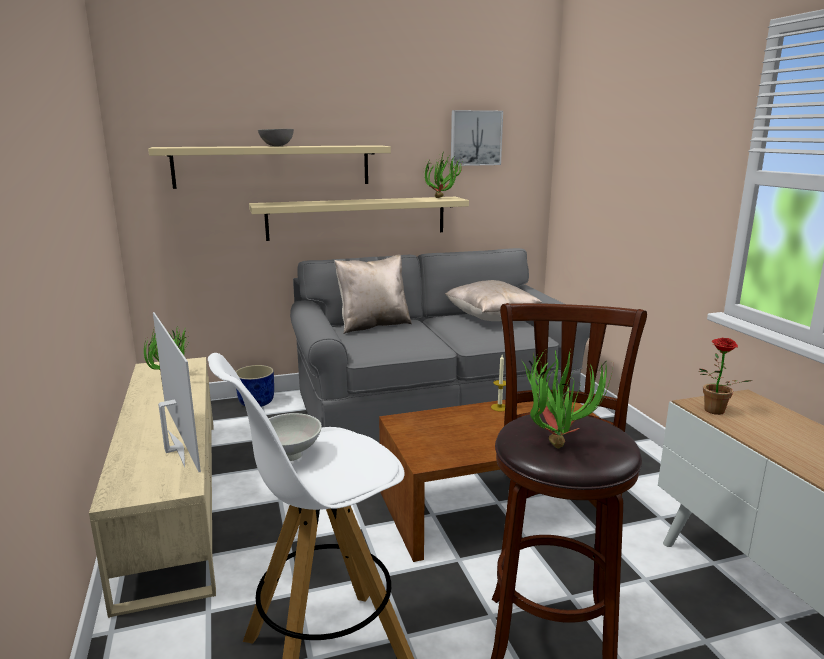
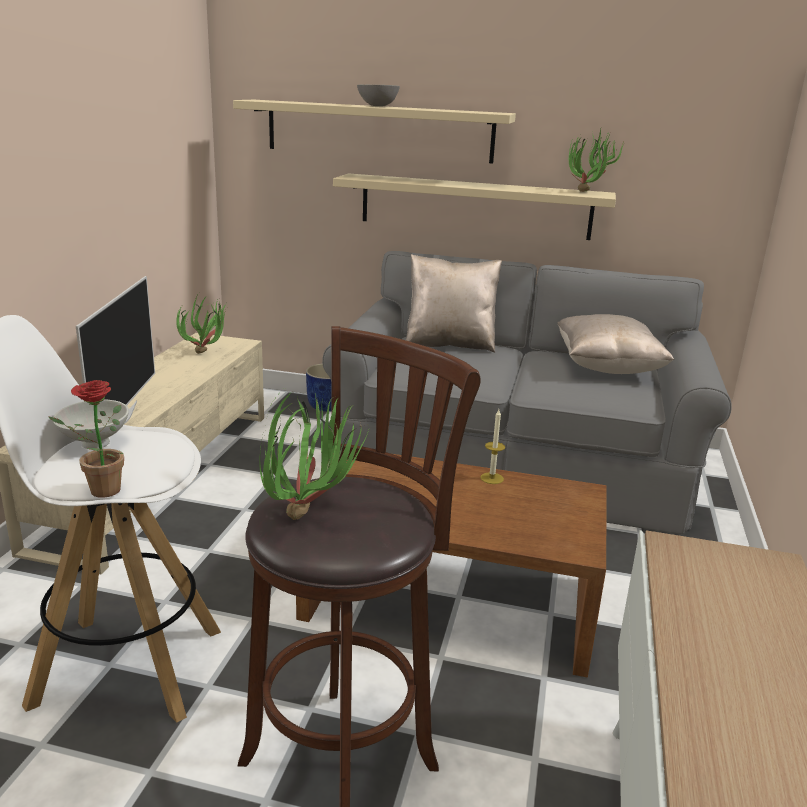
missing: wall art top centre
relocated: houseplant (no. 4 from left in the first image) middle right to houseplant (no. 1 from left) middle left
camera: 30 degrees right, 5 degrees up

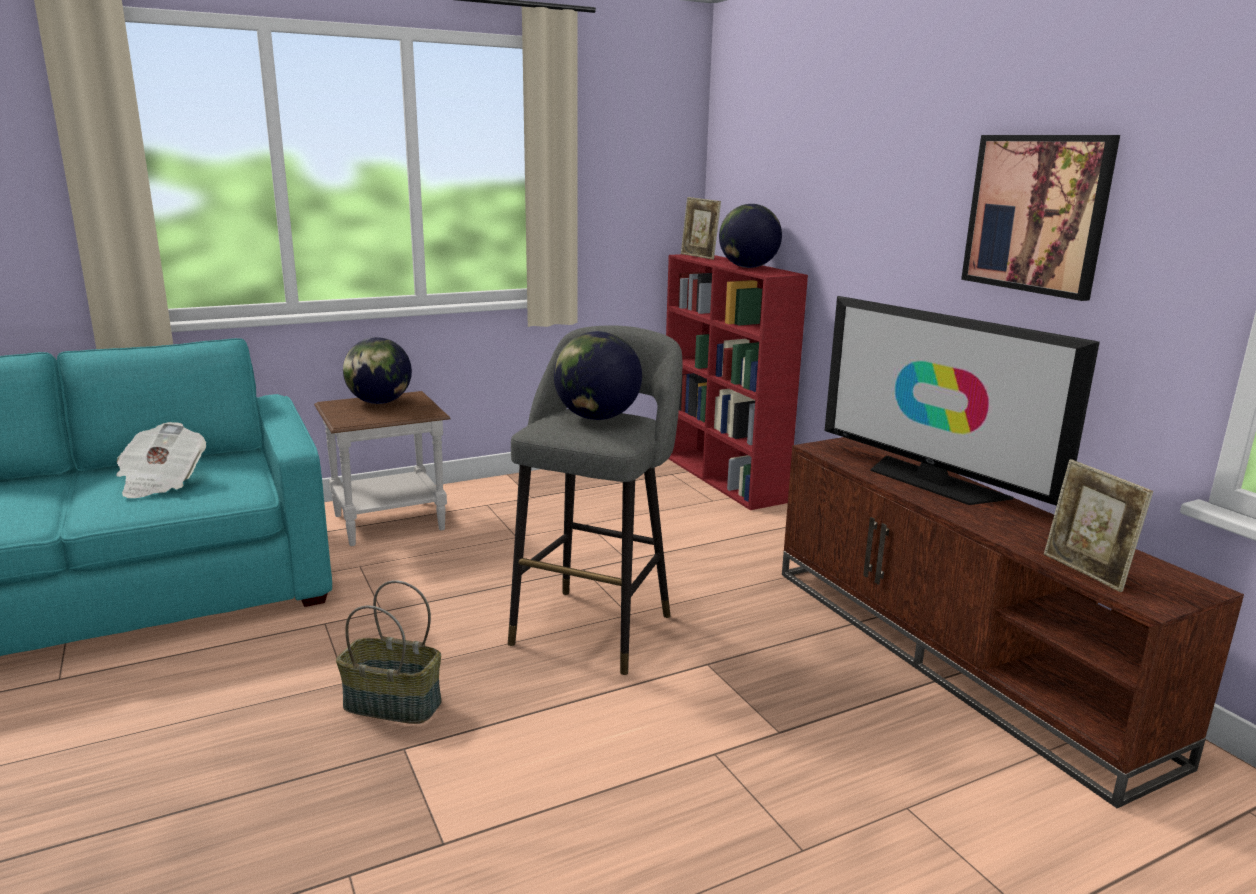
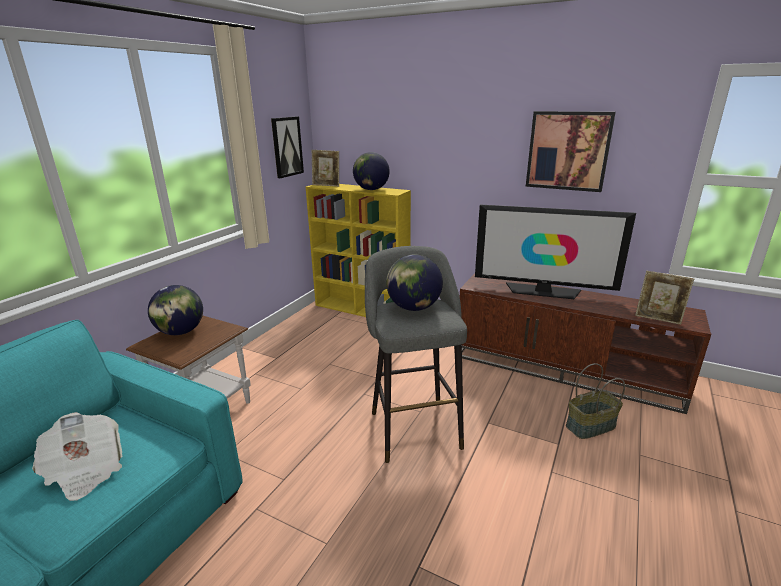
appeared: wall art (no. 1 from left) top centre
relocated: basket bottom left to bottom right
colour: shelving unit in red centre to shelving unit in yellowish centre
camera: 35 degrees left, 5 degrees up

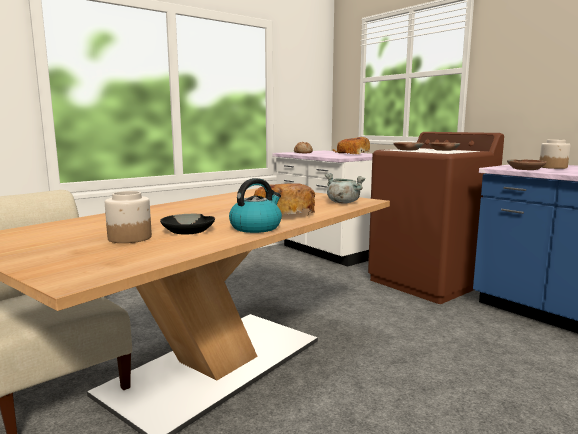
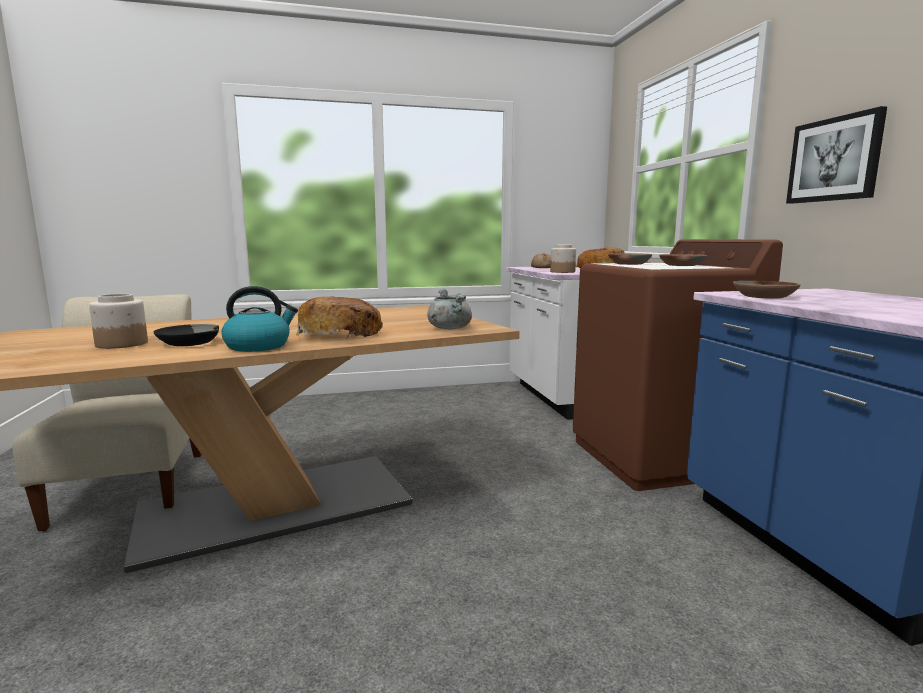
appeared: wall art top right
relocated: preserve jar (no. 2 from left) middle right to centre
camera: 25 degrees right, 0 degrees up

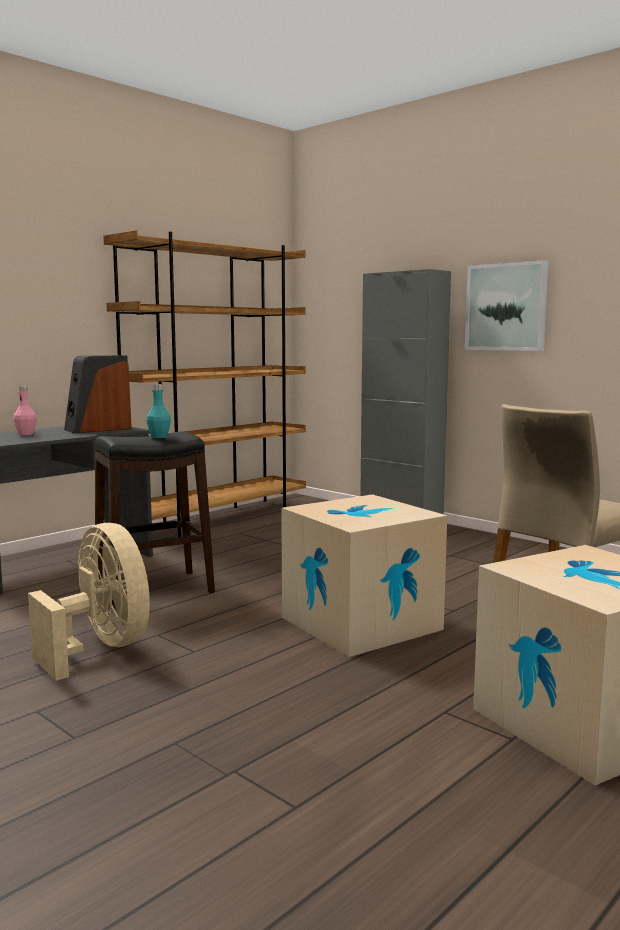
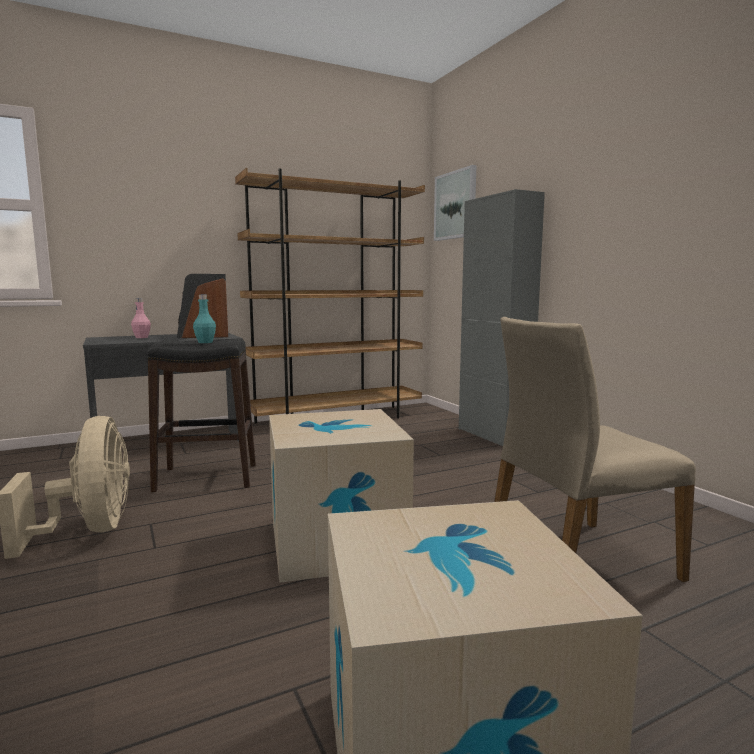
relocated: wall art top right to top centre
camera: 20 degrees right, 0 degrees up

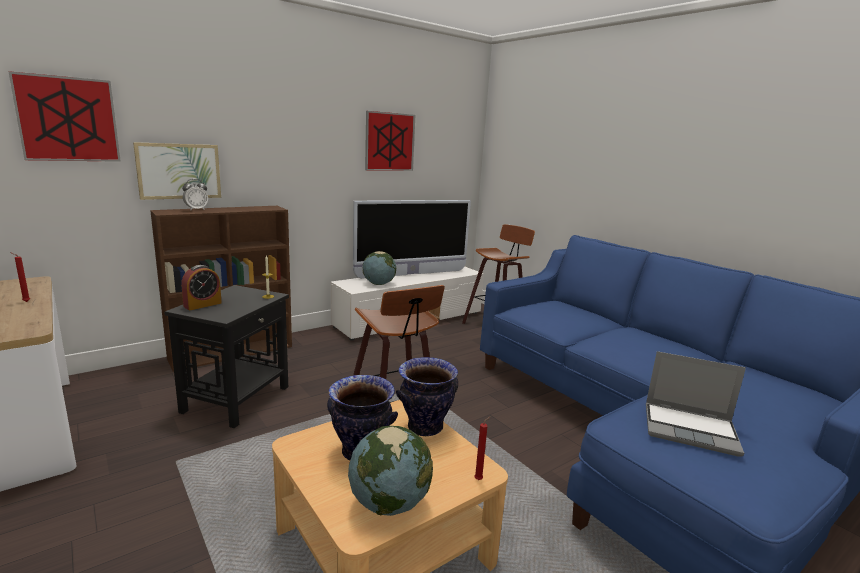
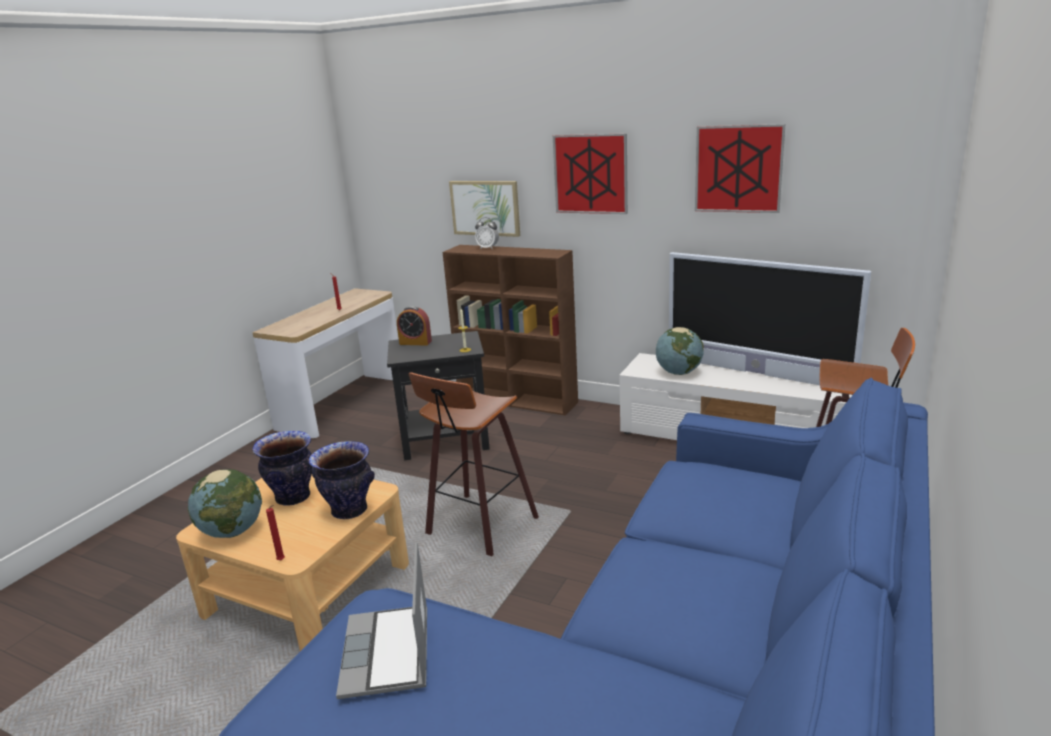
relocated: wall art (no. 1 from left in the first image) top left to wall art (no. 2 from left) top centre
camera: 65 degrees right, 5 degrees up

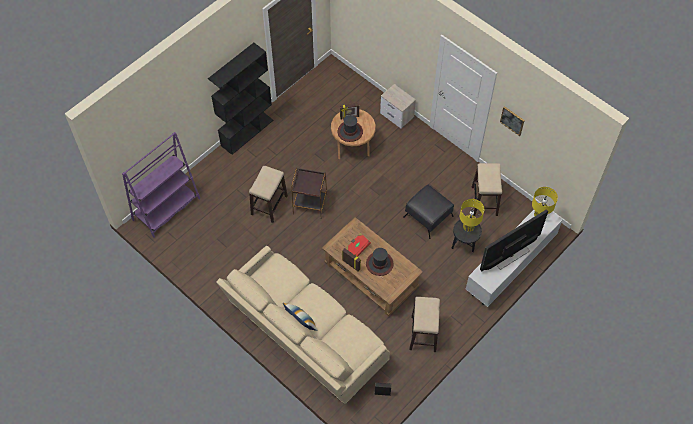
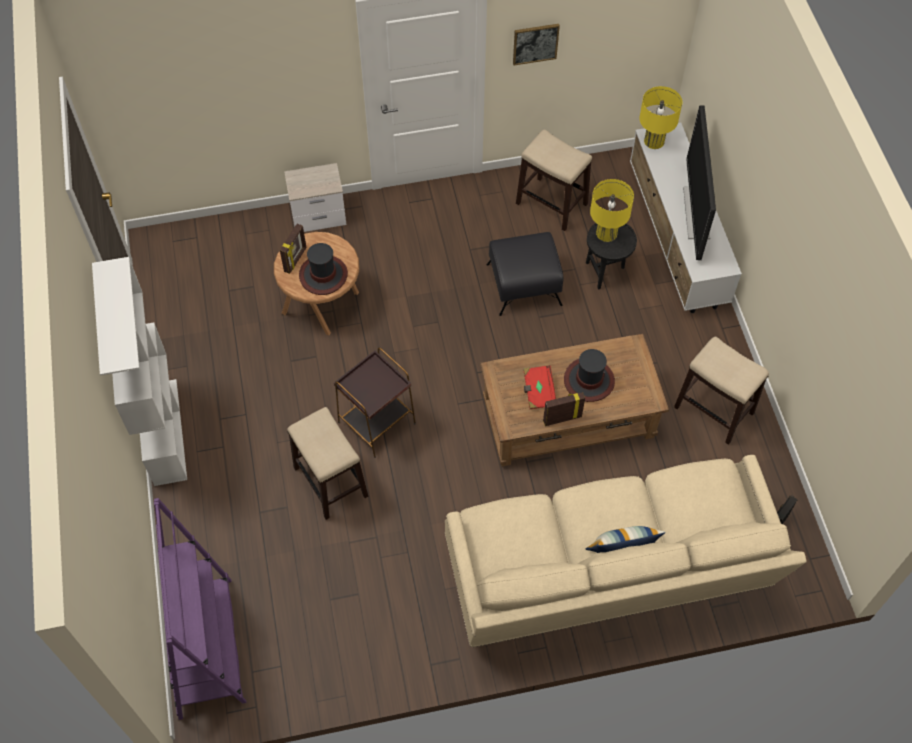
colour: shelving unit in black-coloured top centre to shelving unit in white-coloured middle left
camera: 55 degrees left, 0 degrees up

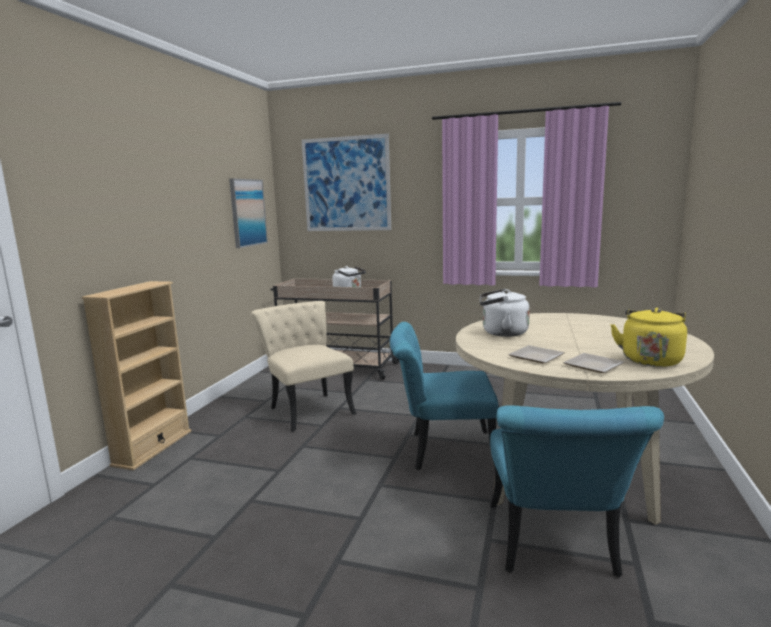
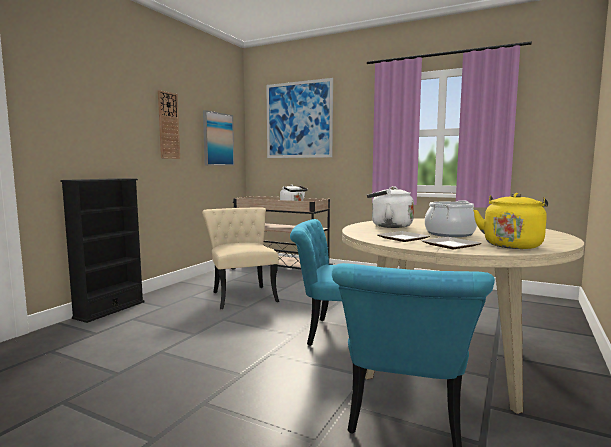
appeared: clock on the wall top left; stockpot middle right
colour: shelving unit in beige middle left to shelving unit in black-coloured middle left
camera: 10 degrees right, 5 degrees down

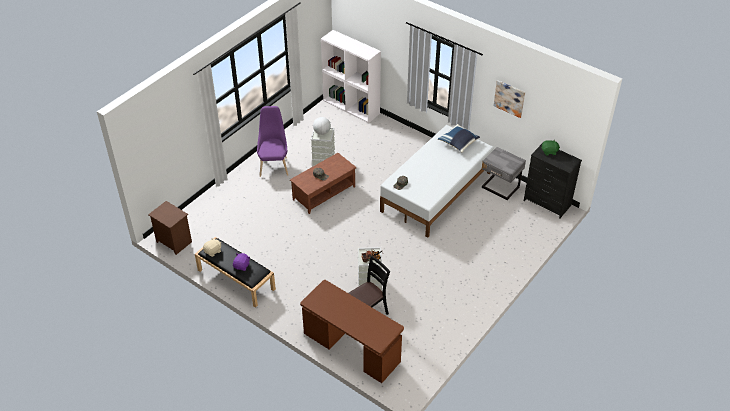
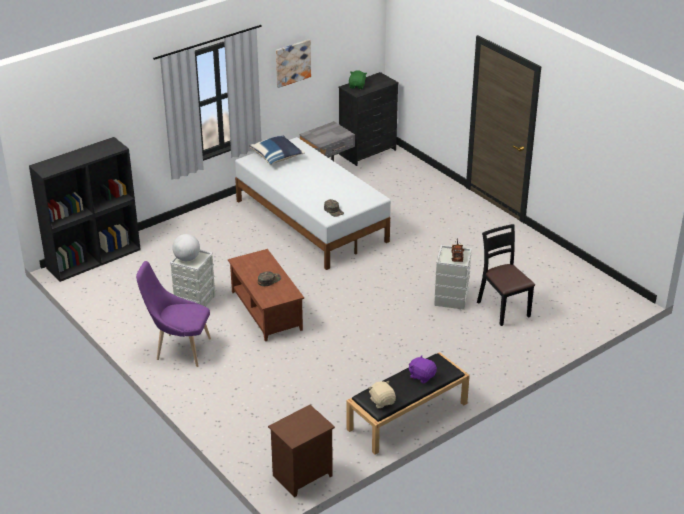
missing: desk in brownish bottom centre
colour: shelving unit in white-coloured top centre to shelving unit in black-coloured middle left
camera: 75 degrees left, 10 degrees down

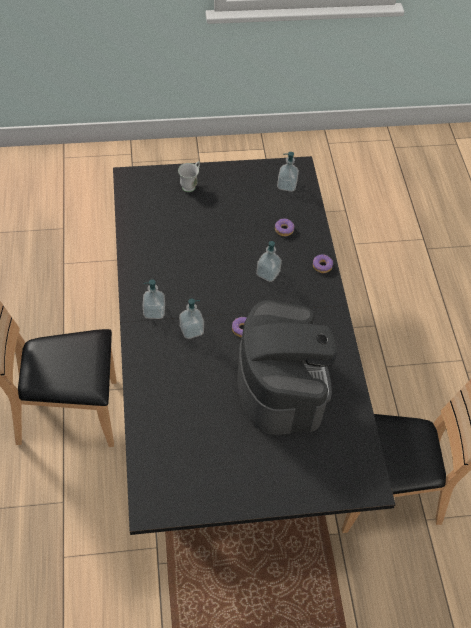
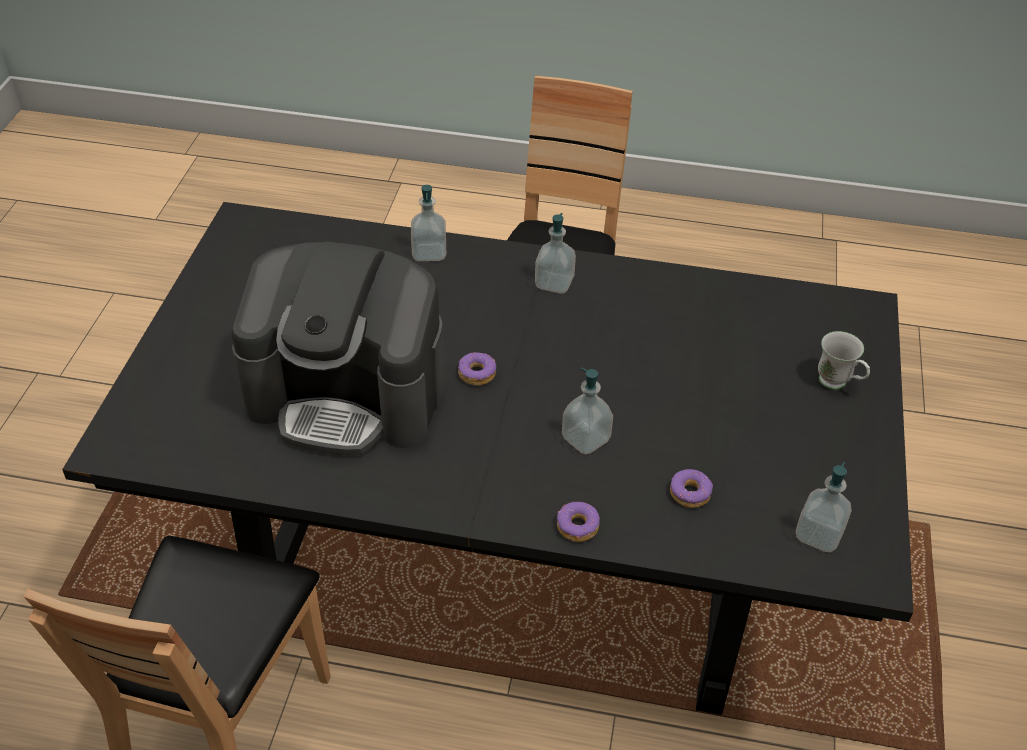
relocated: soap dispenser (no. 2 from left in the first image) centre to soap dispenser (no. 1 from left) top centre
camera: 110 degrees right, 10 degrees down

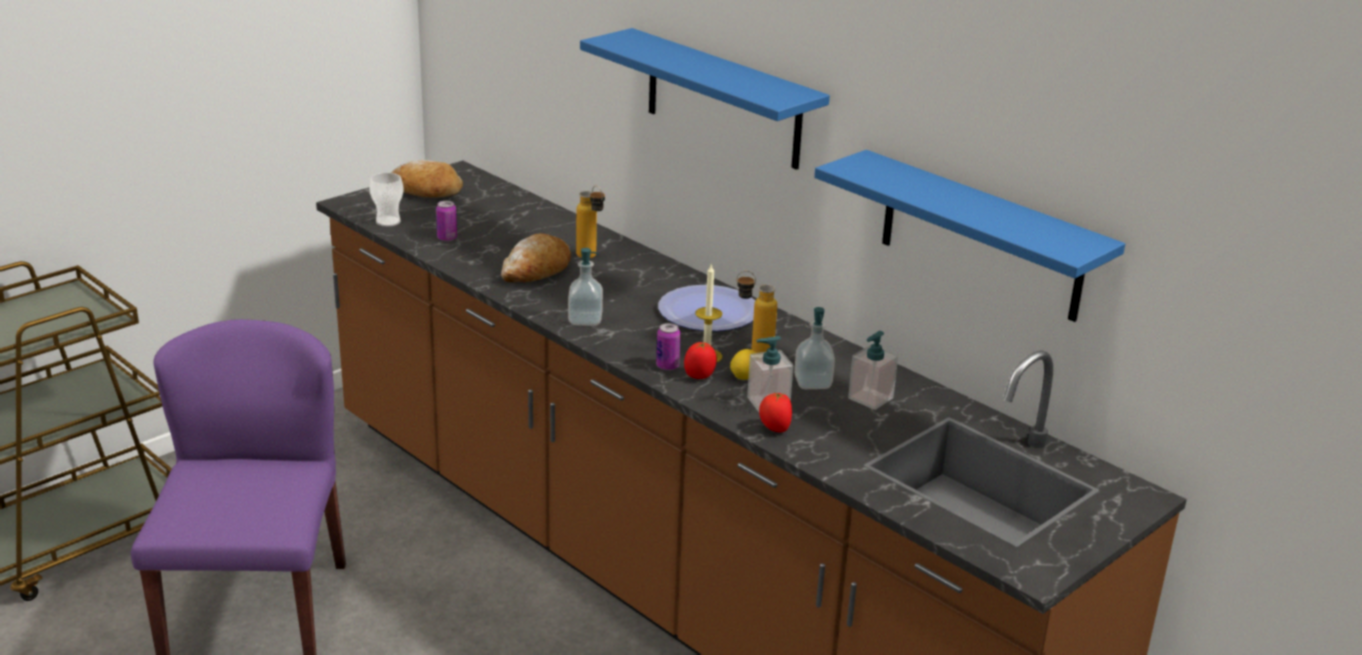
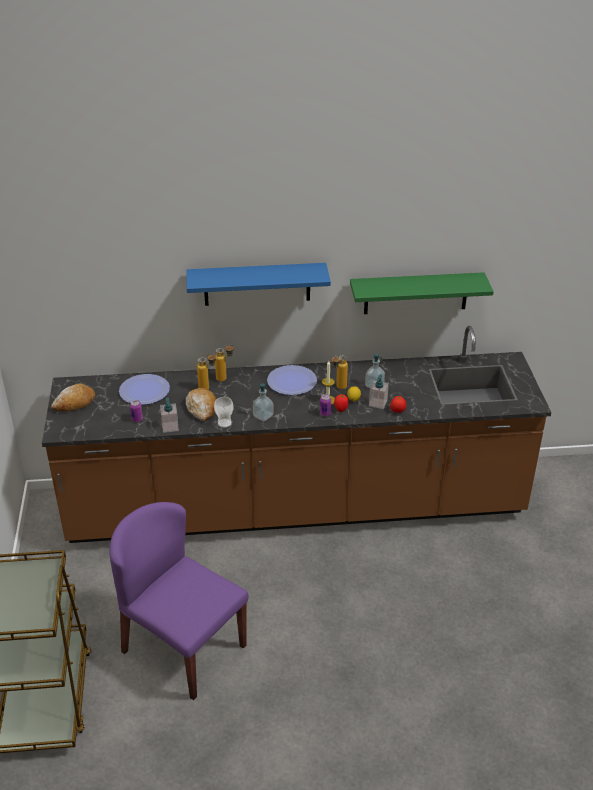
appeared: plate (no. 1 from left) middle left; drink bottle (no. 2 from left) centre
relocated: small cup top left to centre; soap dispenser (no. 4 from left in the first image) centre to soap dispenser (no. 1 from left) middle left
colour: shelf in blue (no. 2 from left) middle right to shelf in green middle right
camera: 50 degrees left, 10 degrees up

